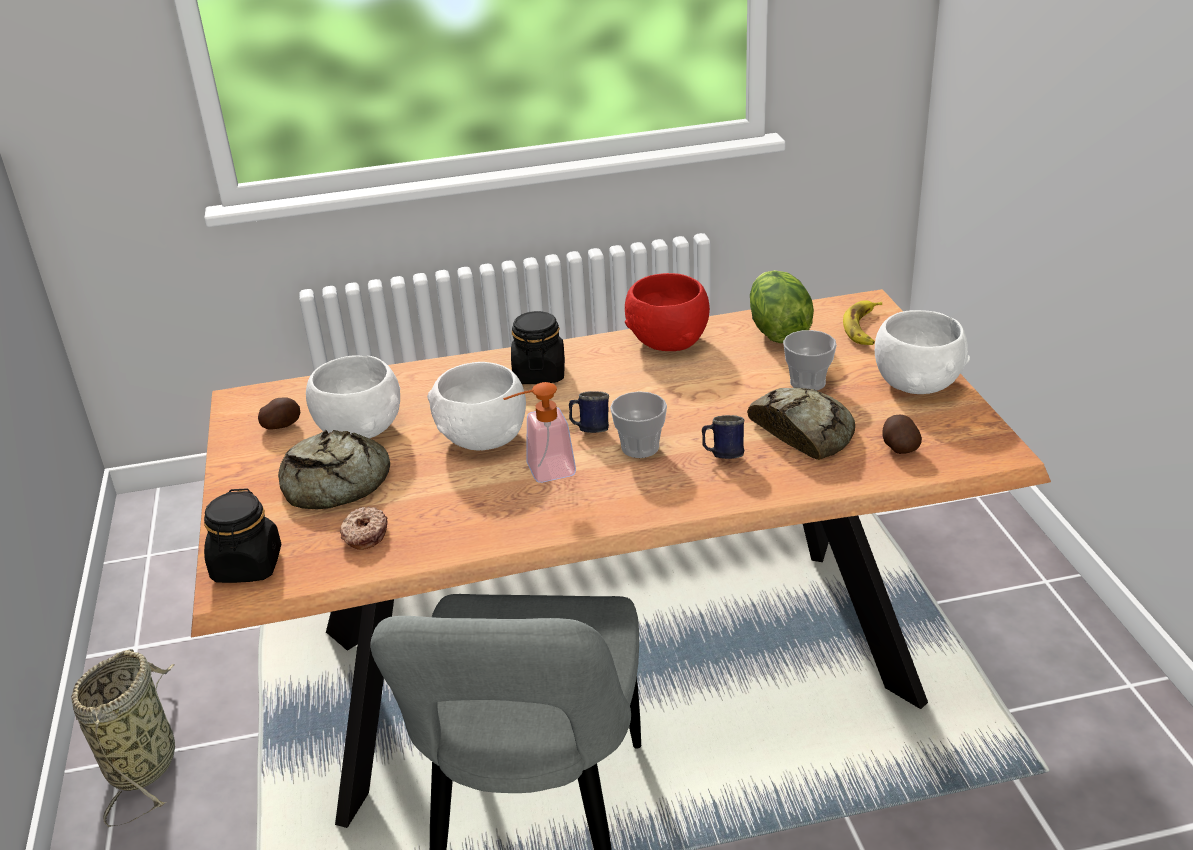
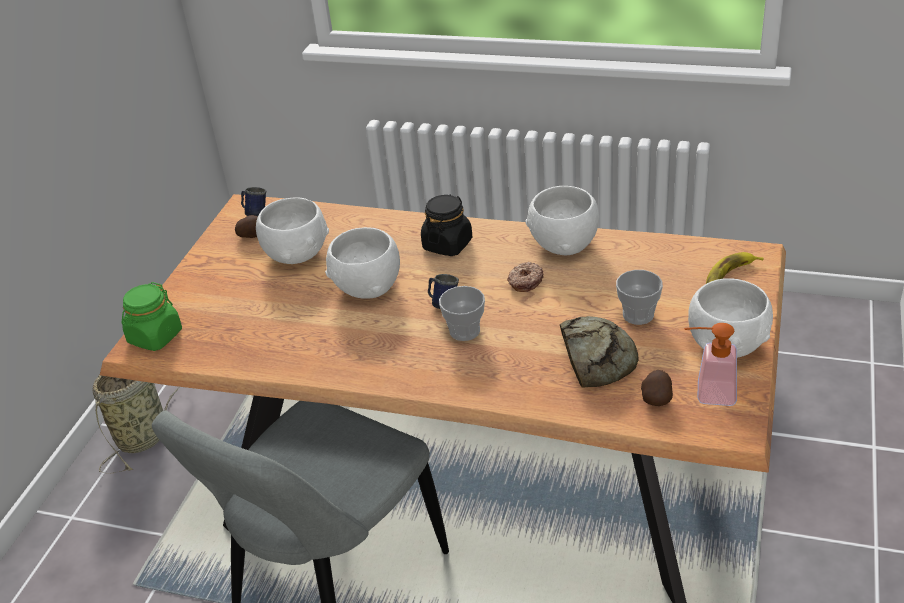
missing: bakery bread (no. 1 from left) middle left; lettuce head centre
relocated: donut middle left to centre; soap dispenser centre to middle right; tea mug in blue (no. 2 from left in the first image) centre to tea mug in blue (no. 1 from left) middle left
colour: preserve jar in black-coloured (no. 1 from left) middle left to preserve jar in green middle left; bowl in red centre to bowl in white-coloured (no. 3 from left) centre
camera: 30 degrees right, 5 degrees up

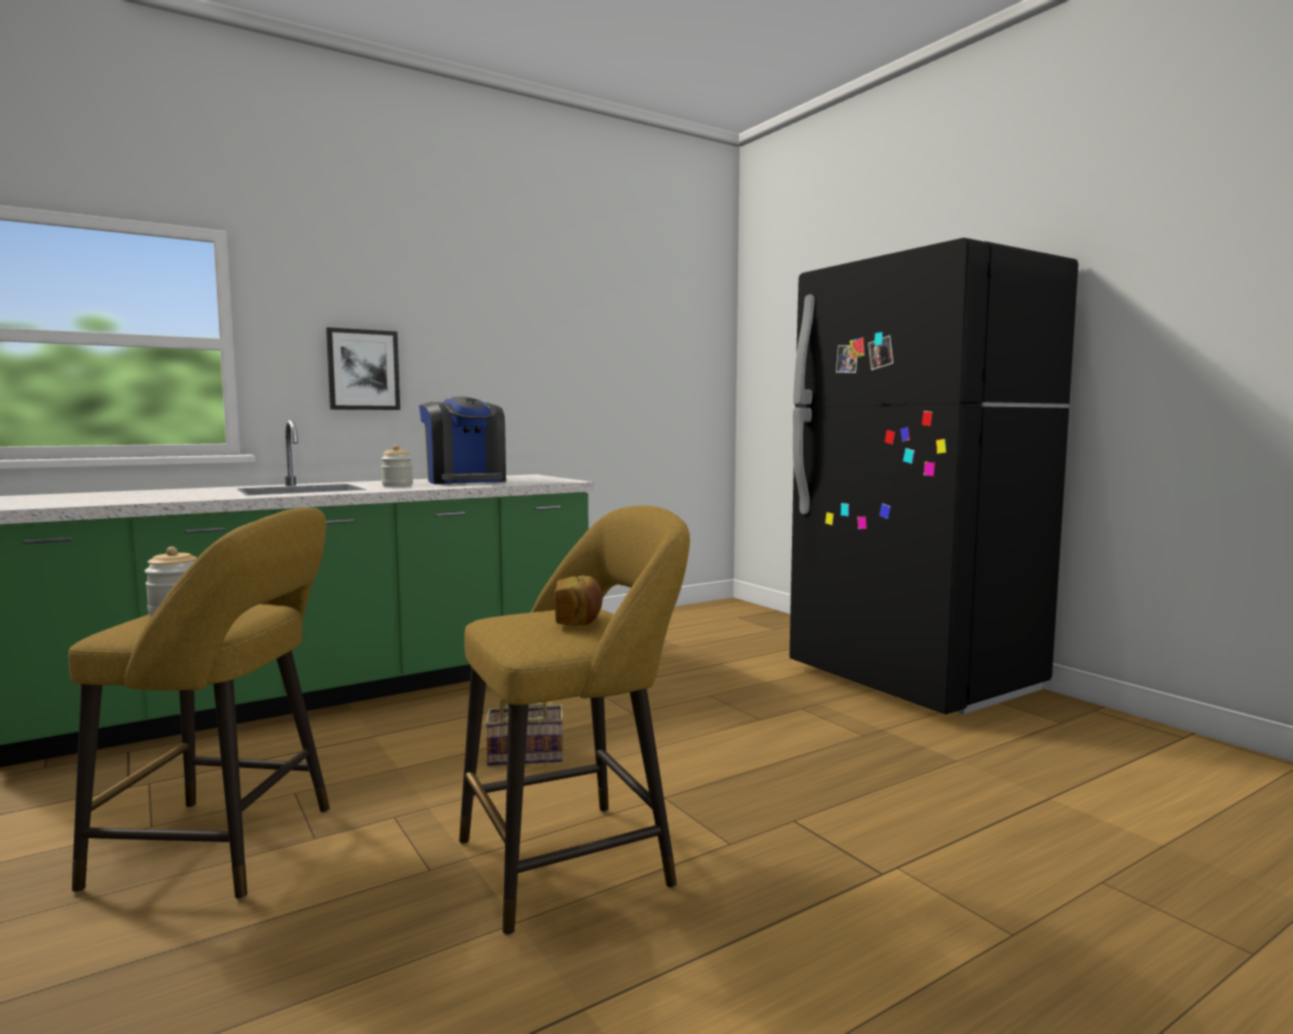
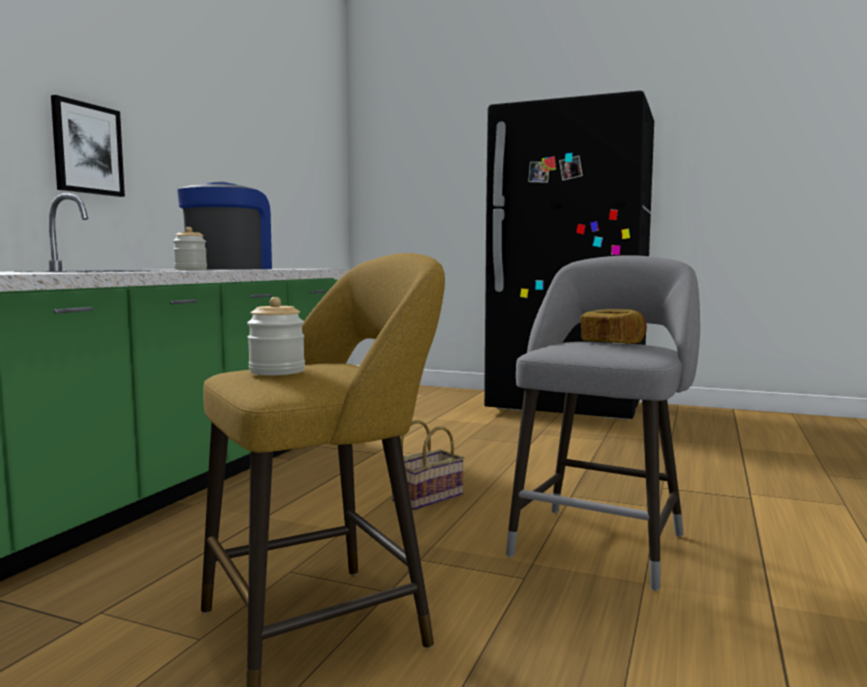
colour: stool in yellowish (no. 2 from left) bottom centre to stool in gray middle right
spun: coffee brewer centre = top left 105 degrees counterclockwise
camera: 35 degrees left, 0 degrees up

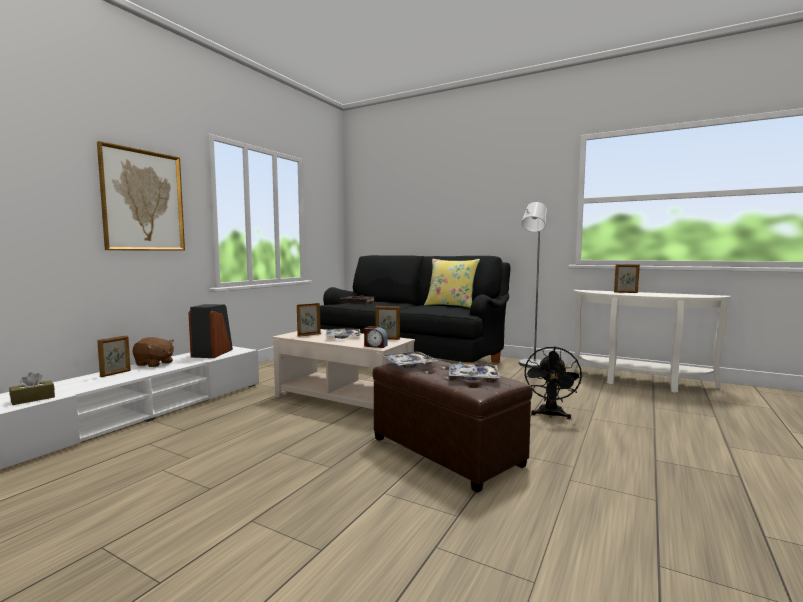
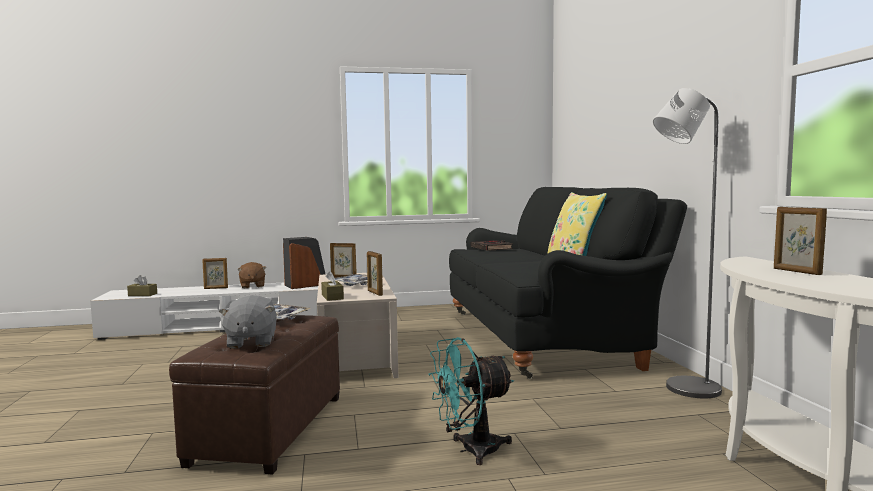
missing: wall art top left
exchanged: bedside clock centre to tissue holder in brownish (no. 2 from left) centre; serving tray (no. 3 from left) centre to soft toy in gray middle left
colour: cooling fan in black-coloured middle right to cooling fan in turquoise bottom centre
camera: 50 degrees right, 0 degrees up

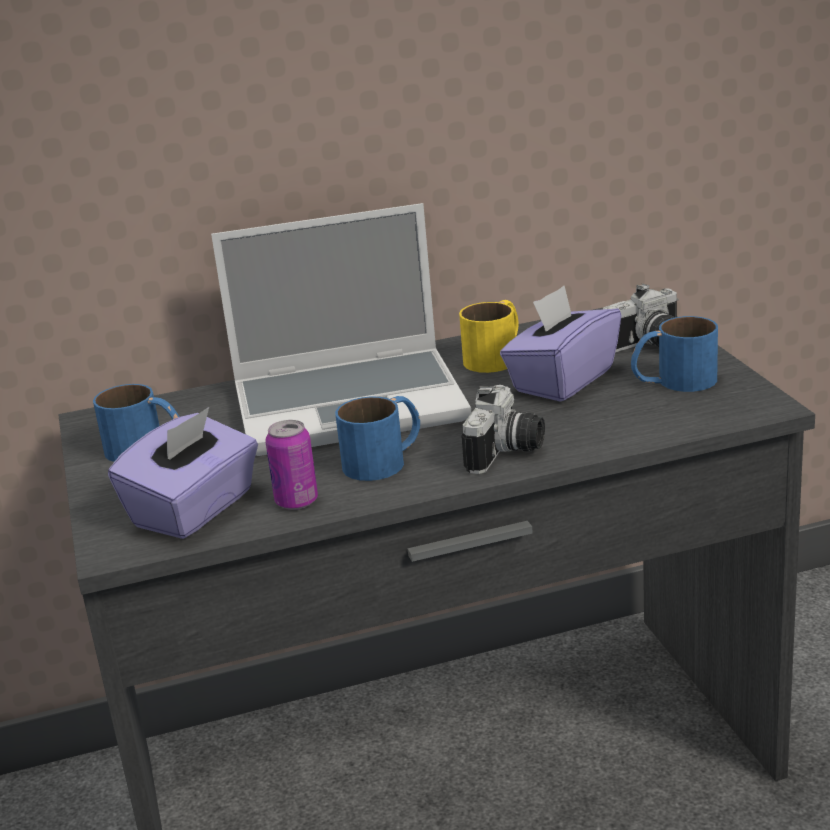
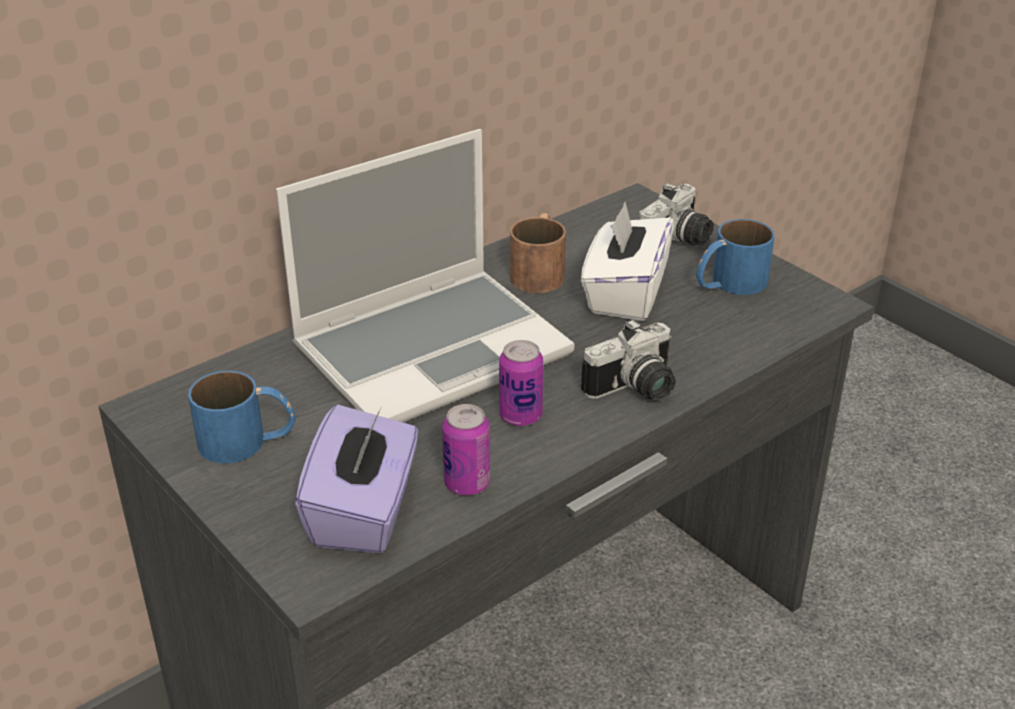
exchanged: tea mug in blue (no. 2 from left) centre to metal can (no. 2 from left) centre
colour: tea mug in yellowish centre to tea mug in brownish centre; tissue holder in purplish (no. 2 from left) middle right to tissue holder in white-coloured centre
spun: photo camera (no. 1 from left) centre = centre 60 degrees clockwise
camera: 25 degrees left, 10 degrees up

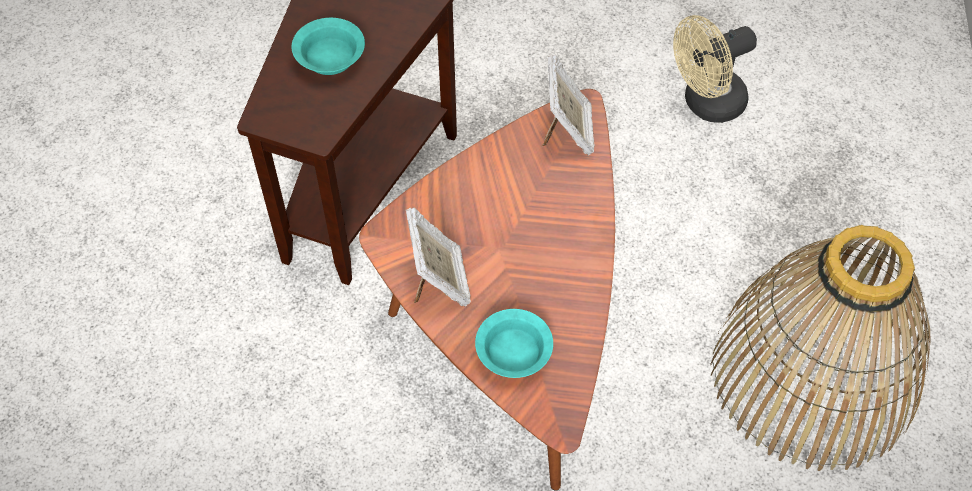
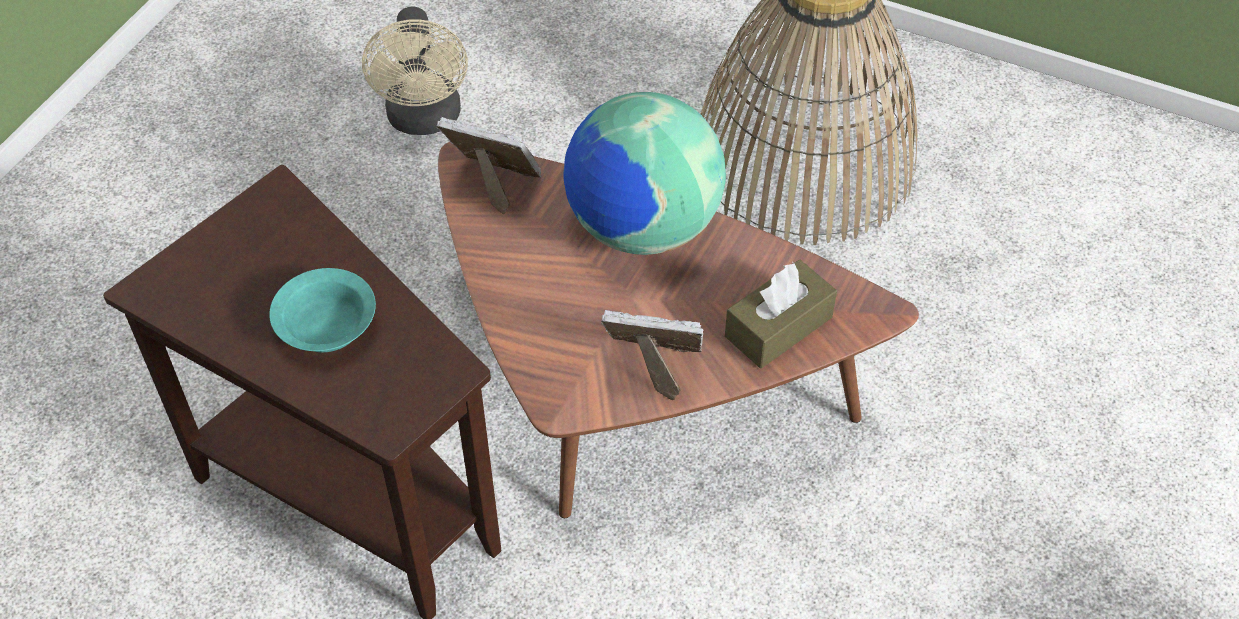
appeared: world globe top centre
exchanged: bowl in turquoise (no. 2 from left) bottom centre to tissue holder in brownish centre
camera: 70 degrees left, 5 degrees down

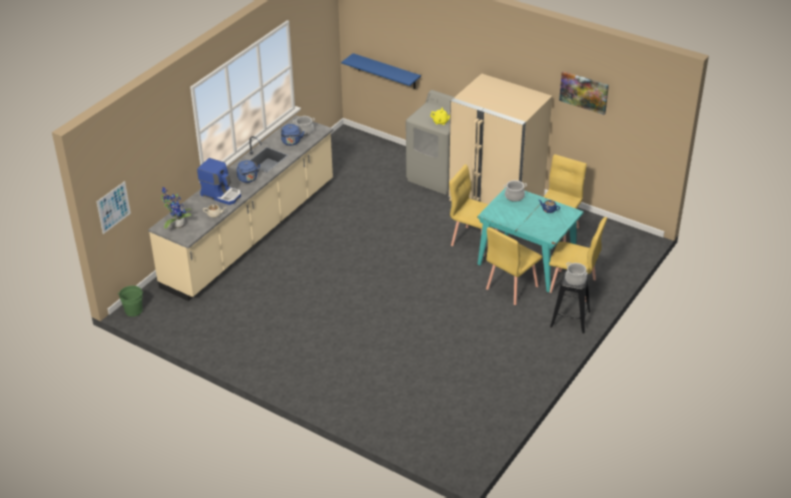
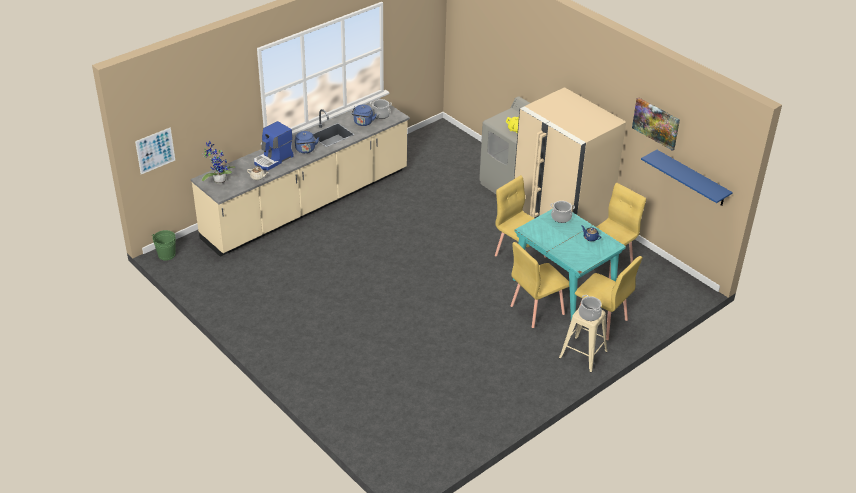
relocated: shelf in blue top centre to middle right
colour: stool in black-coloured middle right to stool in beige bottom right
spun: coffee brewer middle left = top left 90 degrees clockwise
camera: 15 degrees right, 0 degrees up

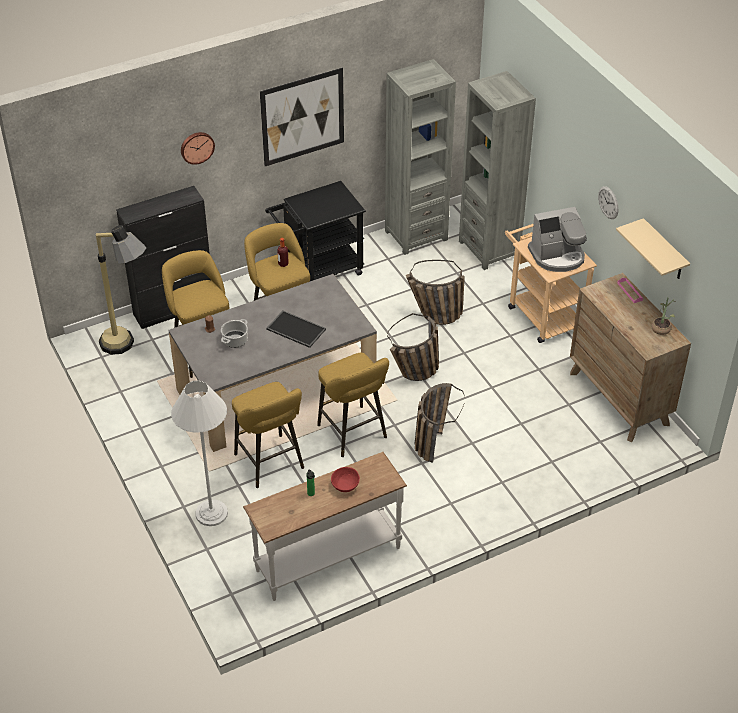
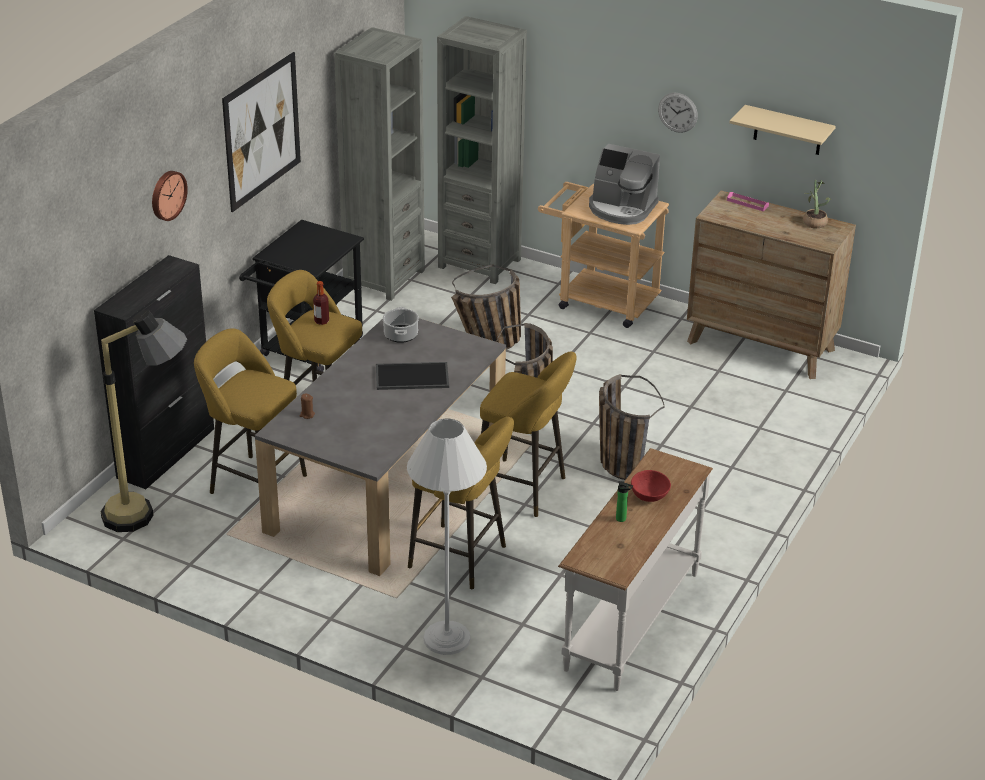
relocated: stockpot middle left to centre
spun: coffee brewer middle right = top centre 75 degrees clockwise
camera: 35 degrees left, 10 degrees down

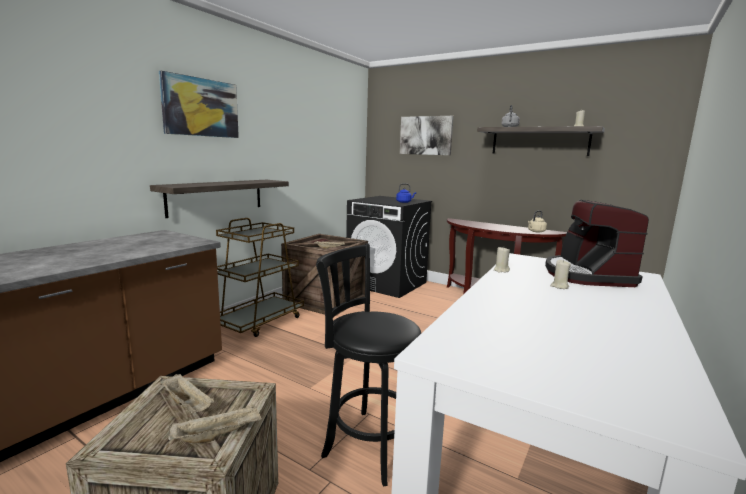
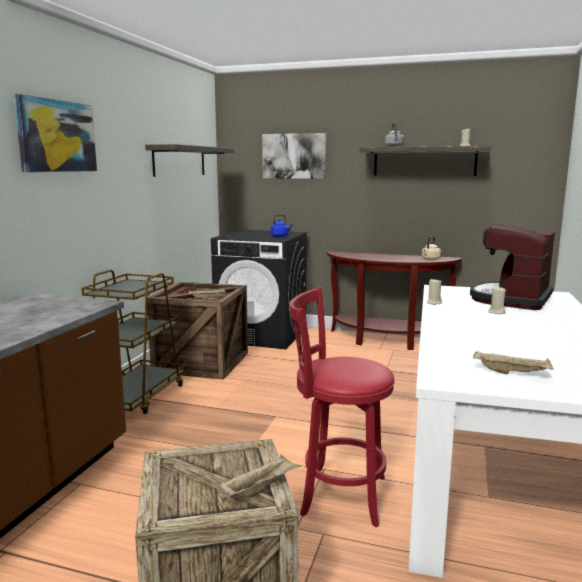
relocated: shelf (no. 1 from left) middle left to top left; serving tray in beige (no. 1 from left in the first image) bottom left to serving tray in beige (no. 3 from left) middle right
colour: stool in black-coloured bottom centre to stool in red bottom centre
spun: coffee brewer middle right = middle right 45 degrees clockwise
camera: 15 degrees left, 0 degrees up

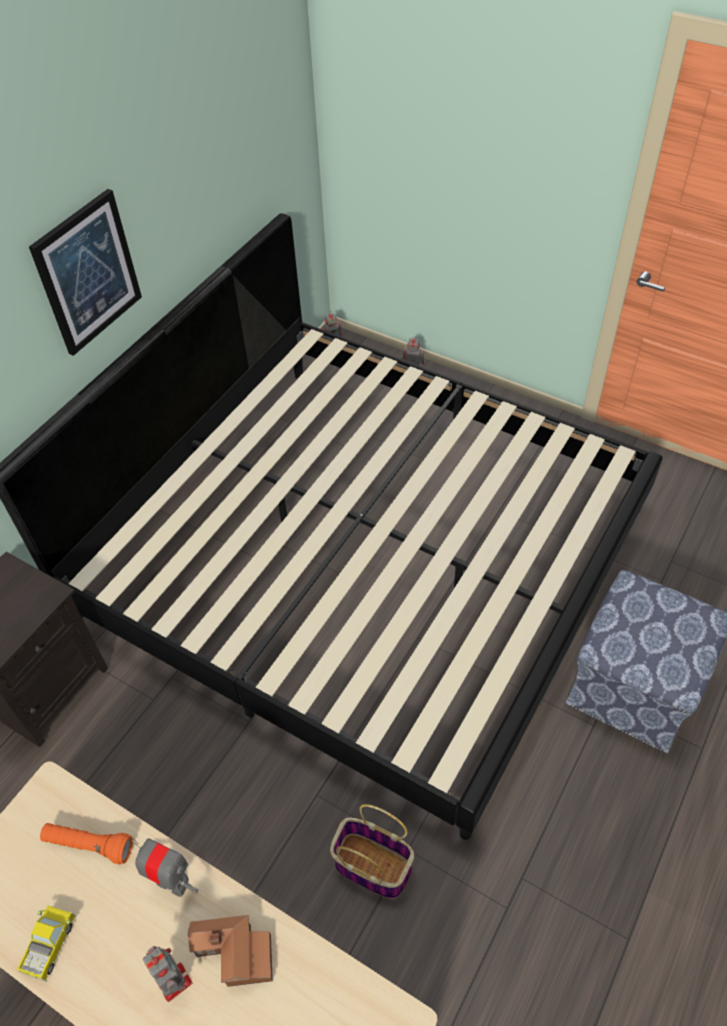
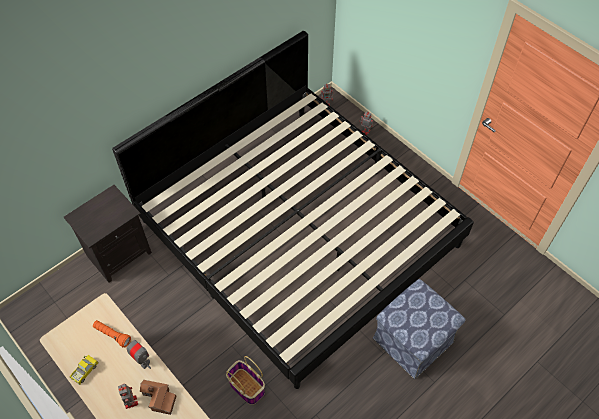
missing: wall art top left
camera: 15 degrees right, 5 degrees up

